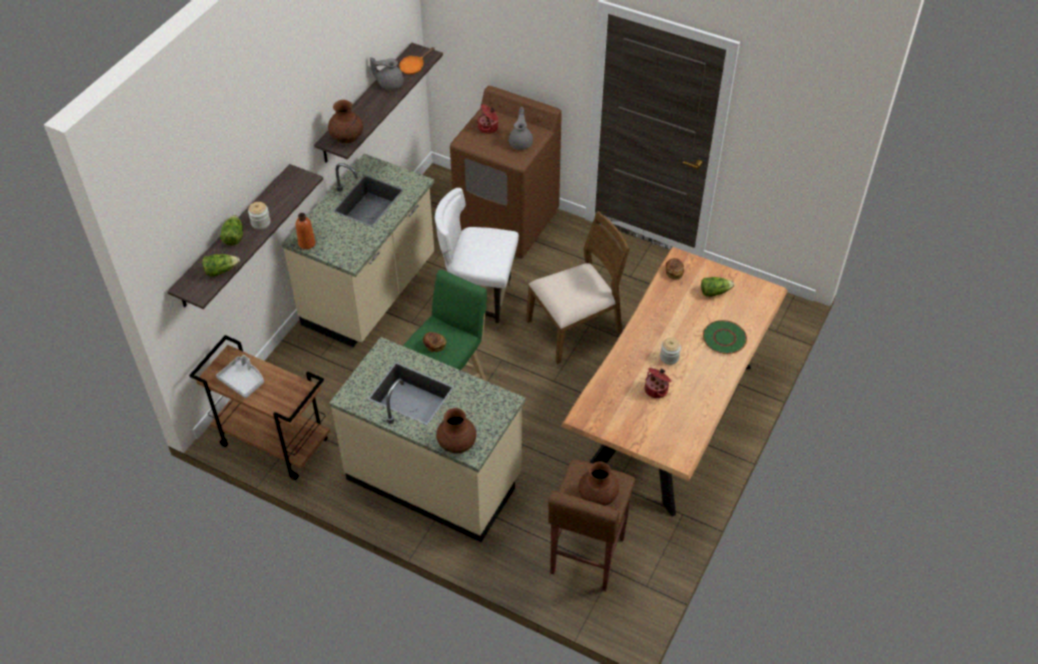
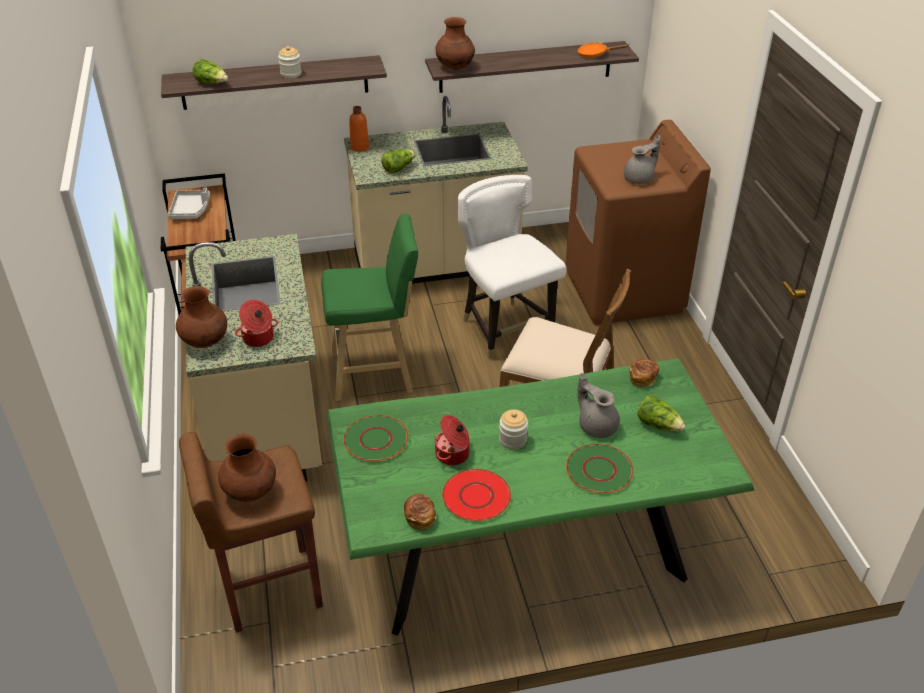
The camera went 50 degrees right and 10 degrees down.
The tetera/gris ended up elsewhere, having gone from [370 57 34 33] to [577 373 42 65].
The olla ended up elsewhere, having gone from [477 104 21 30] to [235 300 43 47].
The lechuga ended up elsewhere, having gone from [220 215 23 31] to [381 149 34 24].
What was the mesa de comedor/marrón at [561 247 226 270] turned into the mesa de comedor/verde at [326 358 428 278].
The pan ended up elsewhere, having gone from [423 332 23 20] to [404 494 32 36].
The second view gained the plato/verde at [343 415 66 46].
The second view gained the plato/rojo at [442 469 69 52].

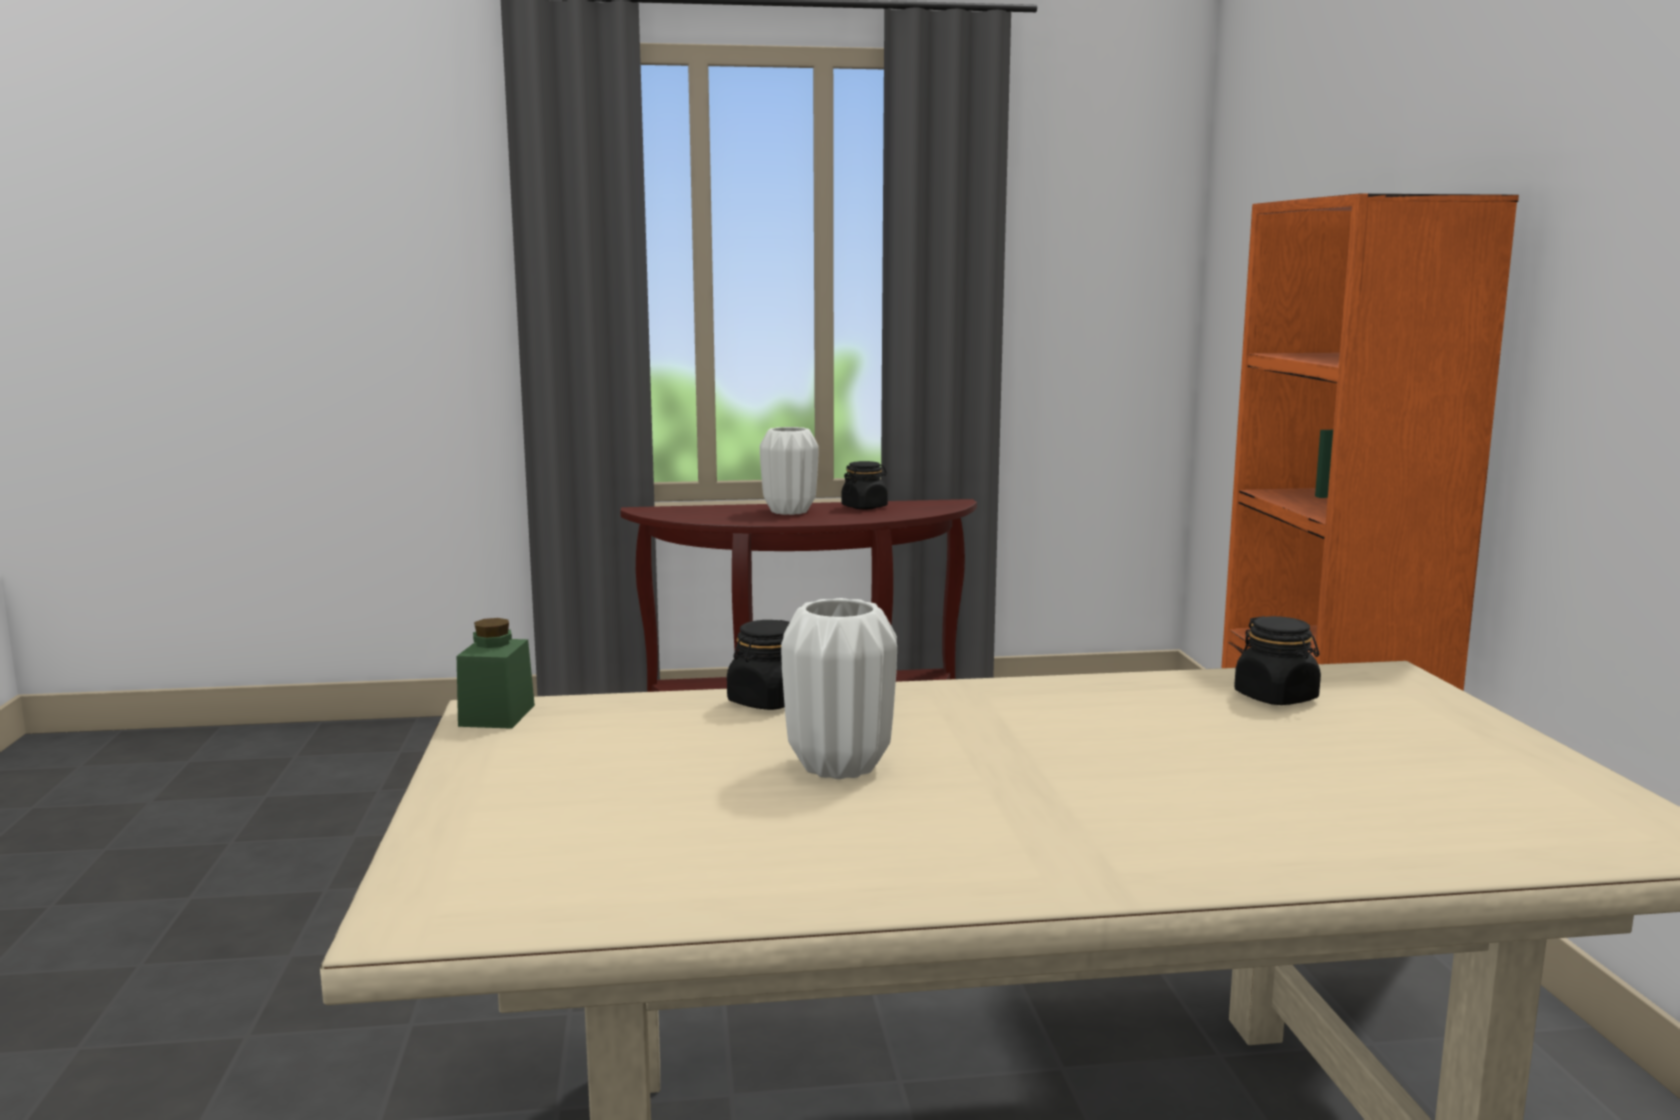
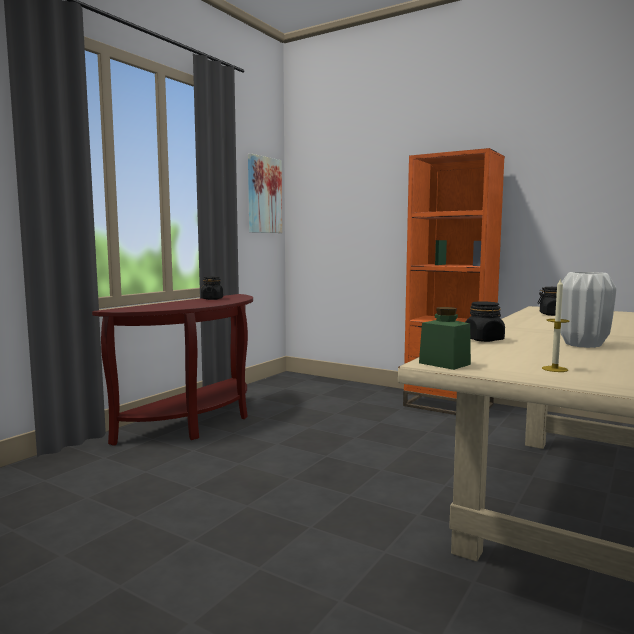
The camera went 50 degrees left and 5 degrees down.
The second view lost the florero/blanco at [760 427 59 88].
The second view gained the cuadro at [248 154 34 79].
The second view gained the vela at [542 278 27 94].

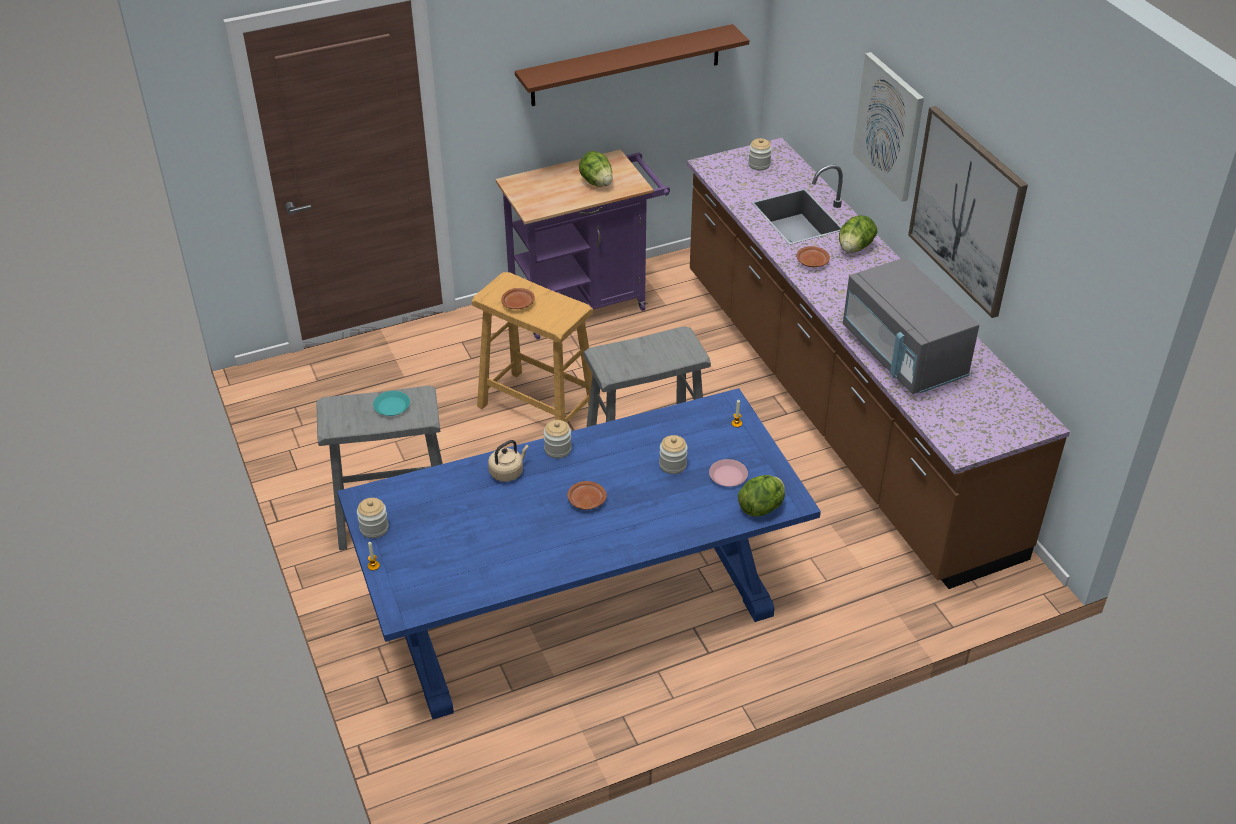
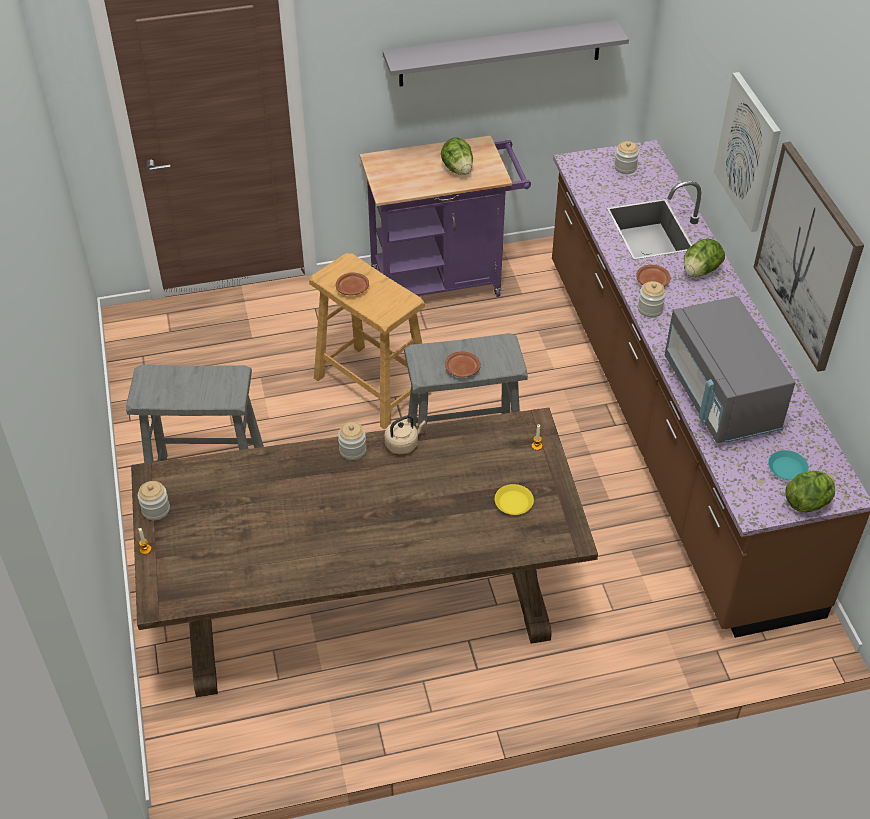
The camera went 10 degrees right and 5 degrees up.
What was the estante/marrón at [515 24 234 82] turned into the estante/gris at [383 20 246 66].
What was the mesa de comedor/azul at [337 388 484 331] turned into the mesa de comedor/marrón at [131 407 467 290].
The plato/turquesa ended up elsewhere, having gone from [373 391 37 25] to [768 450 41 31].
The tarro ended up elsewhere, having gone from [659 435 29 39] to [638 281 28 37].
The hervidor/beis ended up elsewhere, having gone from [488 440 41 42] to [384 415 42 39].
What was the plato/rosa at [709 459 39 28] turned into the plato/amarillo at [495 484 39 31].
The lechuga ended up elsewhere, having gone from [738 475 47 42] to [786 471 49 41].
The plato/marrón ended up elsewhere, having gone from [567 481 40 29] to [445 351 36 26].

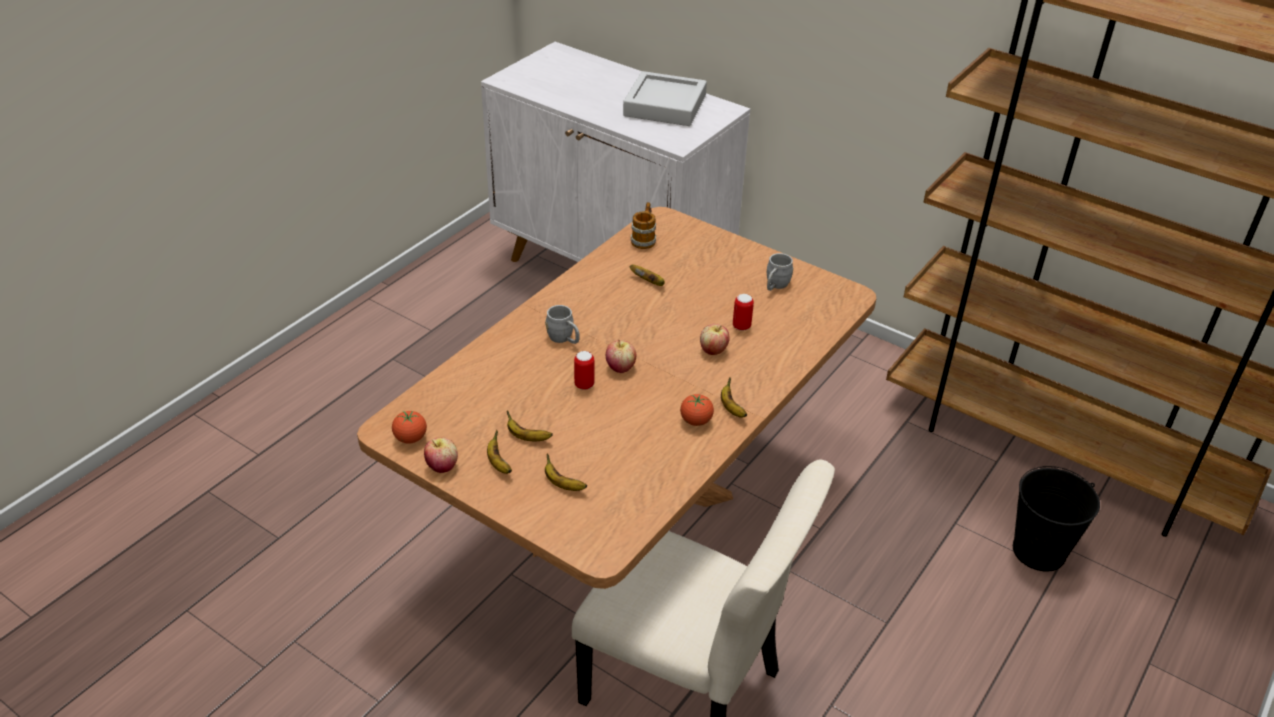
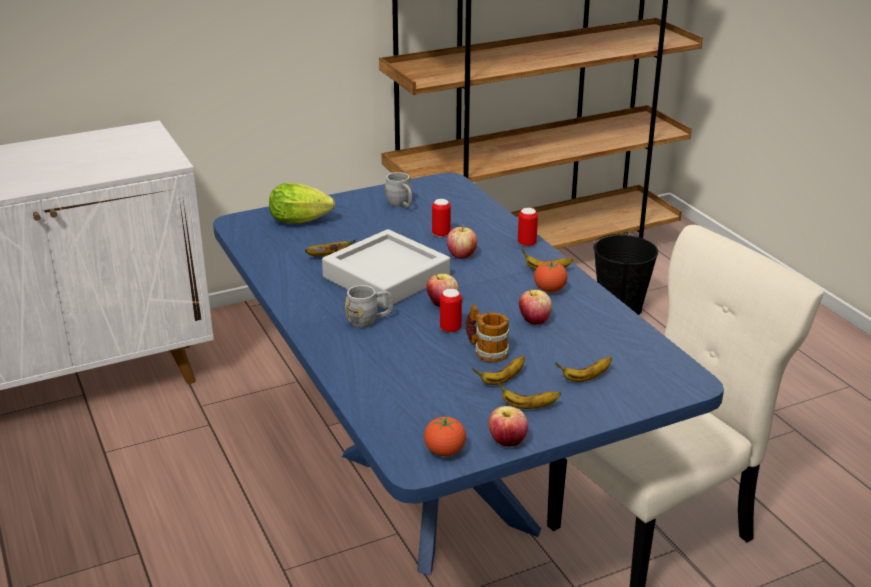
The camera went 60 degrees left and 10 degrees down.
The bandeja/gris ended up elsewhere, having gone from [623 71 84 55] to [322 229 128 80].
The taza grande ended up elsewhere, having gone from [631 202 25 47] to [465 305 44 58].
What was the mesa de comedor/marrón at [357 207 519 382] turned into the mesa de comedor/azul at [213 172 511 404].
The second view gained the lechuga at [269 183 66 40].
The second view gained the lata at [518 208 20 39].
The second view gained the manzana at [519 289 33 36].

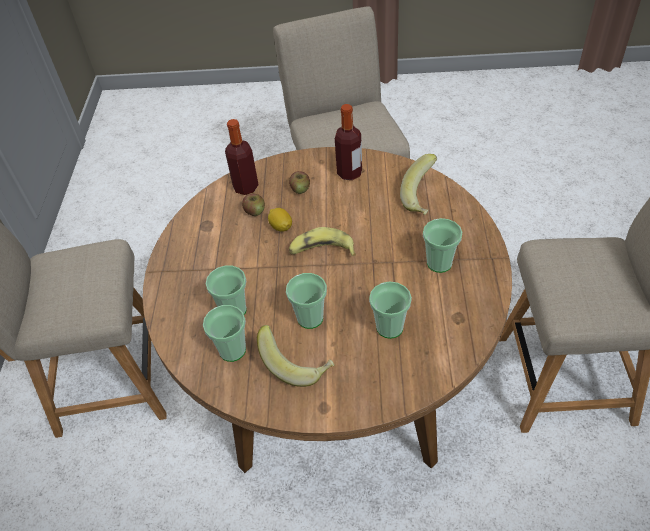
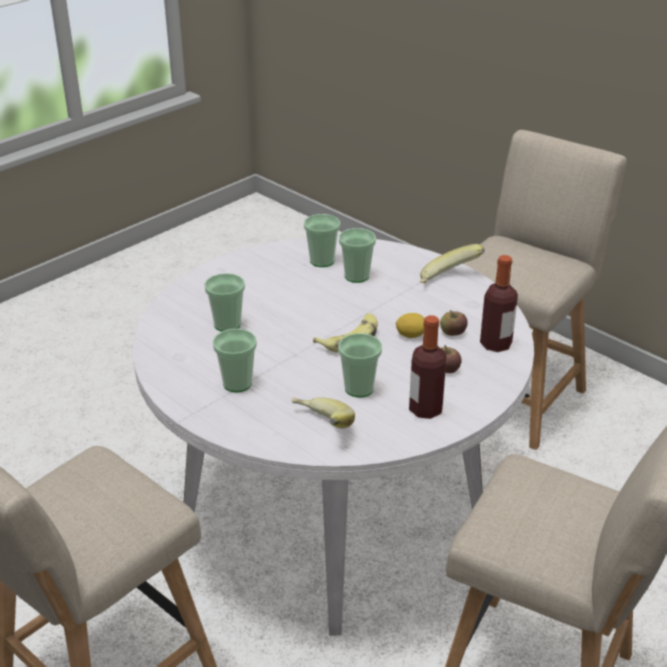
The camera went 130 degrees right and 15 degrees down.
What was the mesa de comedor/marrón at [143 147 369 326] turned into the mesa de comedor/blanco at [133 236 401 399].
The taza ended up elsewhere, having gone from [286 273 41 56] to [338 333 44 65].
The plátano ended up elsewhere, having gone from [257 325 78 62] to [420 244 65 39].

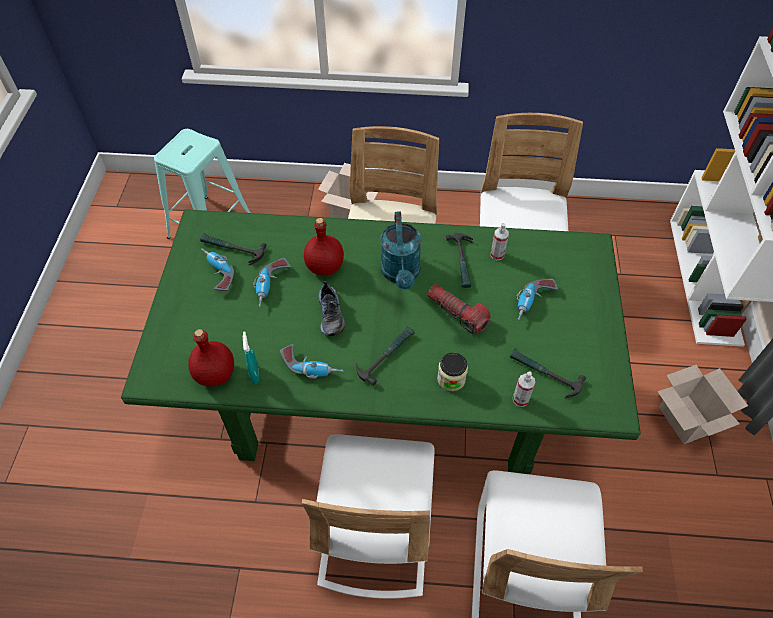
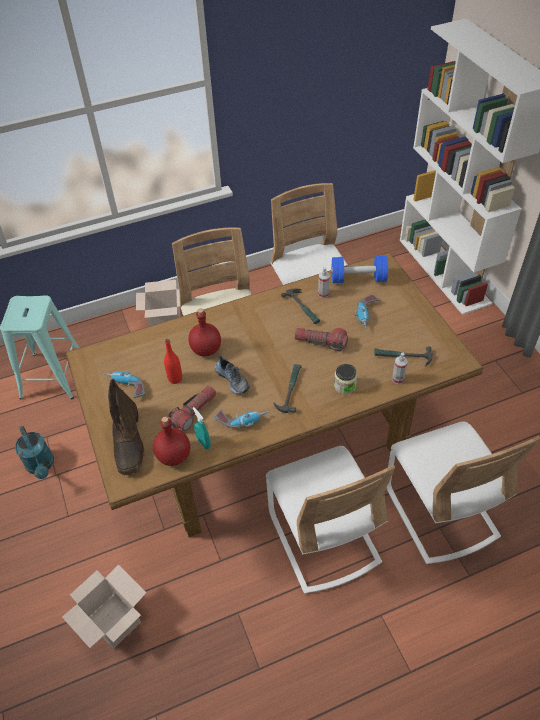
The camera went 25 degrees left and 5 degrees down.
What was the mesa de comedor/verde at [121 209 520 265] turned into the mesa de comedor/marrón at [65 252 418 285].
The regadera/turquesa ended up elsewhere, having gone from [380 211 41 79] to [15 426 39 53].
The second view lost the martillo at [200 233 67 32].
Where the taladro stood at [253 258 38 49], the botella/rojo came to stand at [164 339 18 45].
The caja de cartón ended up elsewhere, having gone from [657 365 91 79] to [62 565 84 84].
The second view gained the mancuerna/azul at [331 256 57 27].
The second view gained the bota/marrón at [108 379 36 96].
The second view gained the linterna at [168 386 48 45].

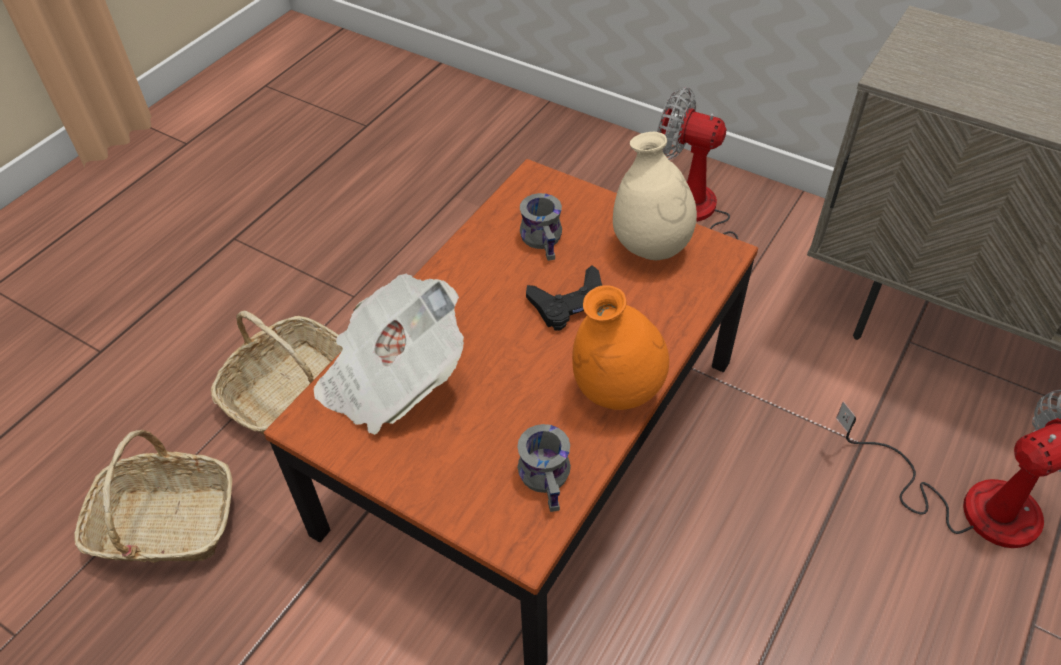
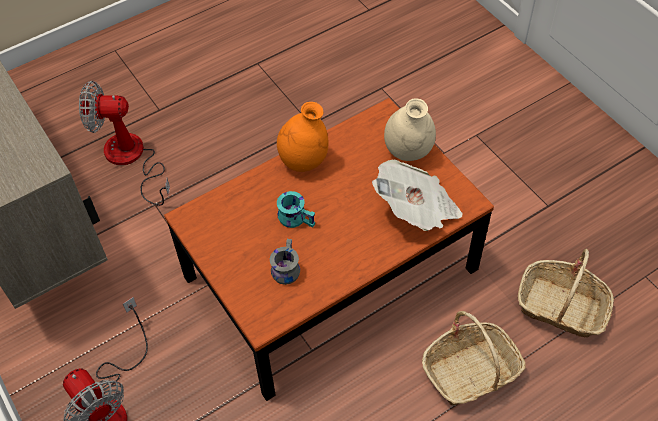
The camera went 155 degrees left and 5 degrees up.
The florero/beis ended up elsewhere, having gone from [613 132 84 128] to [384 98 52 63].
Where the mando de consola/negro stood at [526 265 77 65], the taza grande/turquesa came to stand at [277 191 38 37].
The second view lost the taza grande/gris at [517 424 54 88].

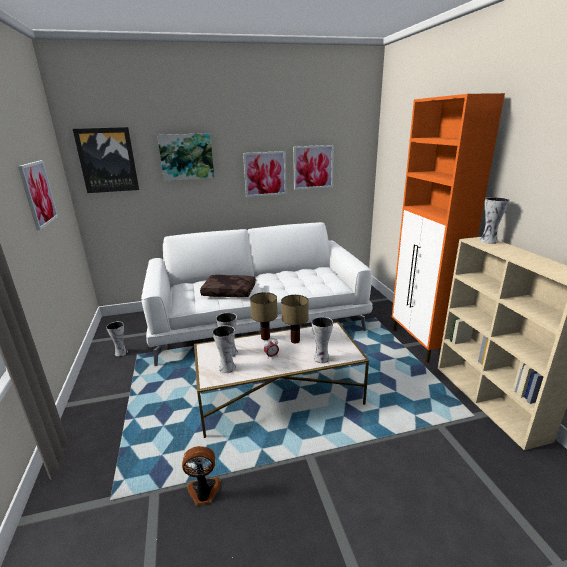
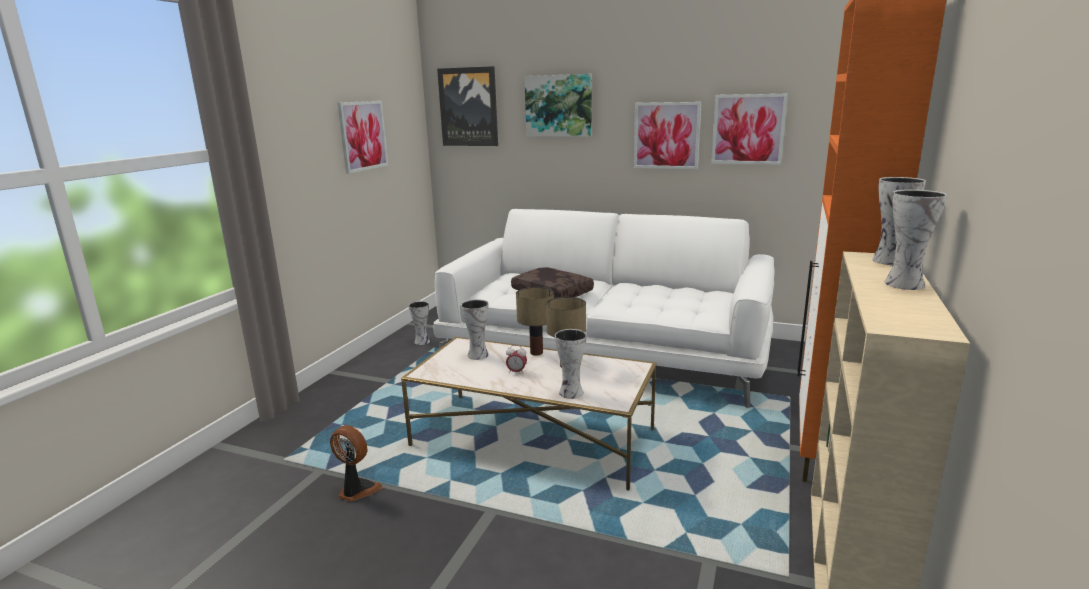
The camera went 35 degrees right and 5 degrees down.
The florero ended up elsewhere, having gone from [212 325 24 48] to [885 189 62 101].

